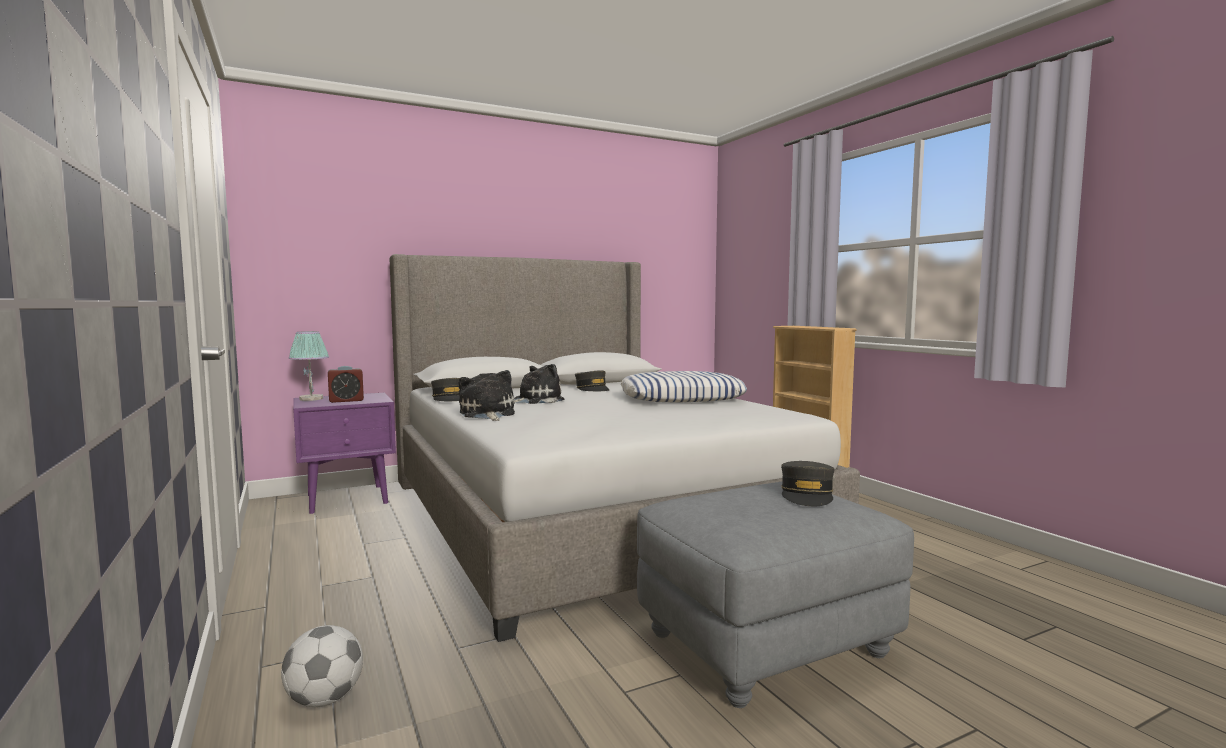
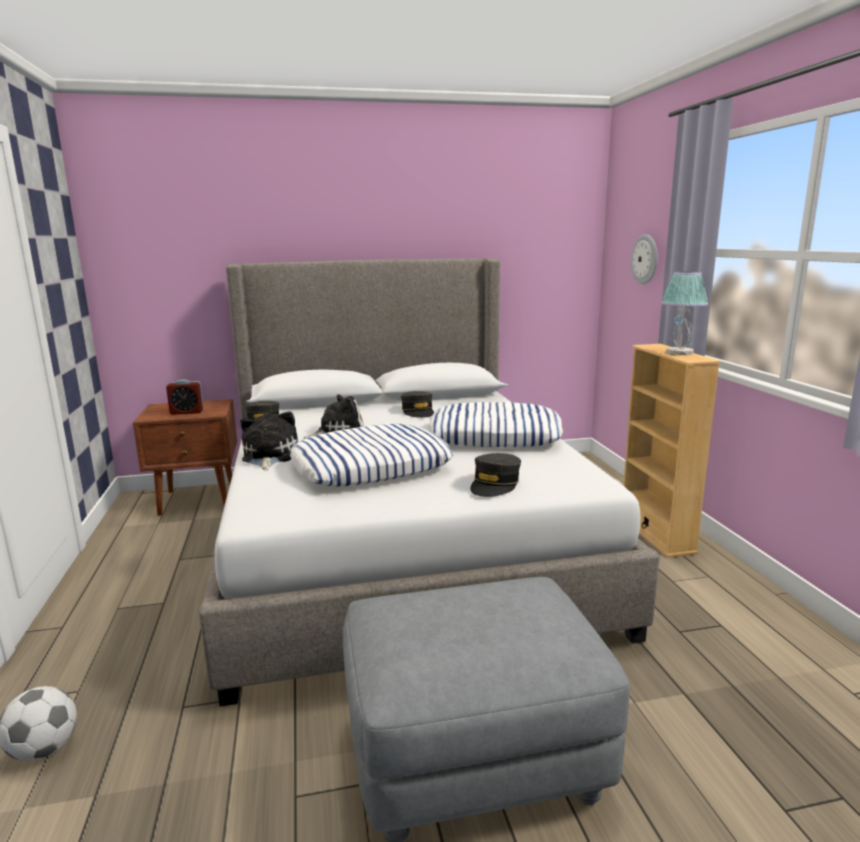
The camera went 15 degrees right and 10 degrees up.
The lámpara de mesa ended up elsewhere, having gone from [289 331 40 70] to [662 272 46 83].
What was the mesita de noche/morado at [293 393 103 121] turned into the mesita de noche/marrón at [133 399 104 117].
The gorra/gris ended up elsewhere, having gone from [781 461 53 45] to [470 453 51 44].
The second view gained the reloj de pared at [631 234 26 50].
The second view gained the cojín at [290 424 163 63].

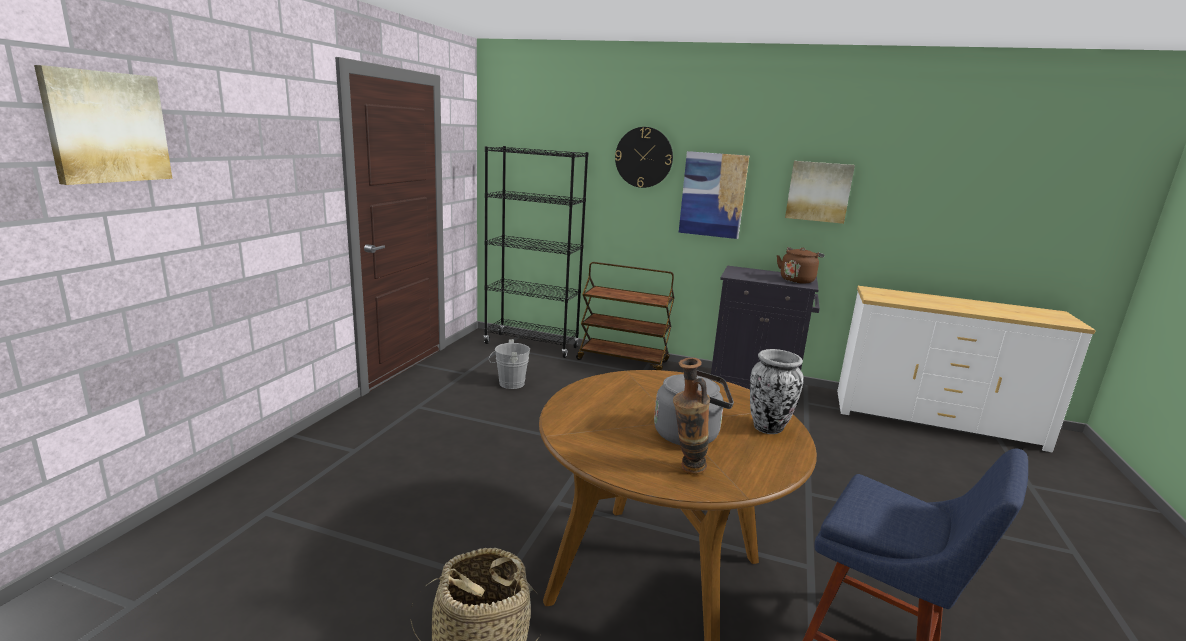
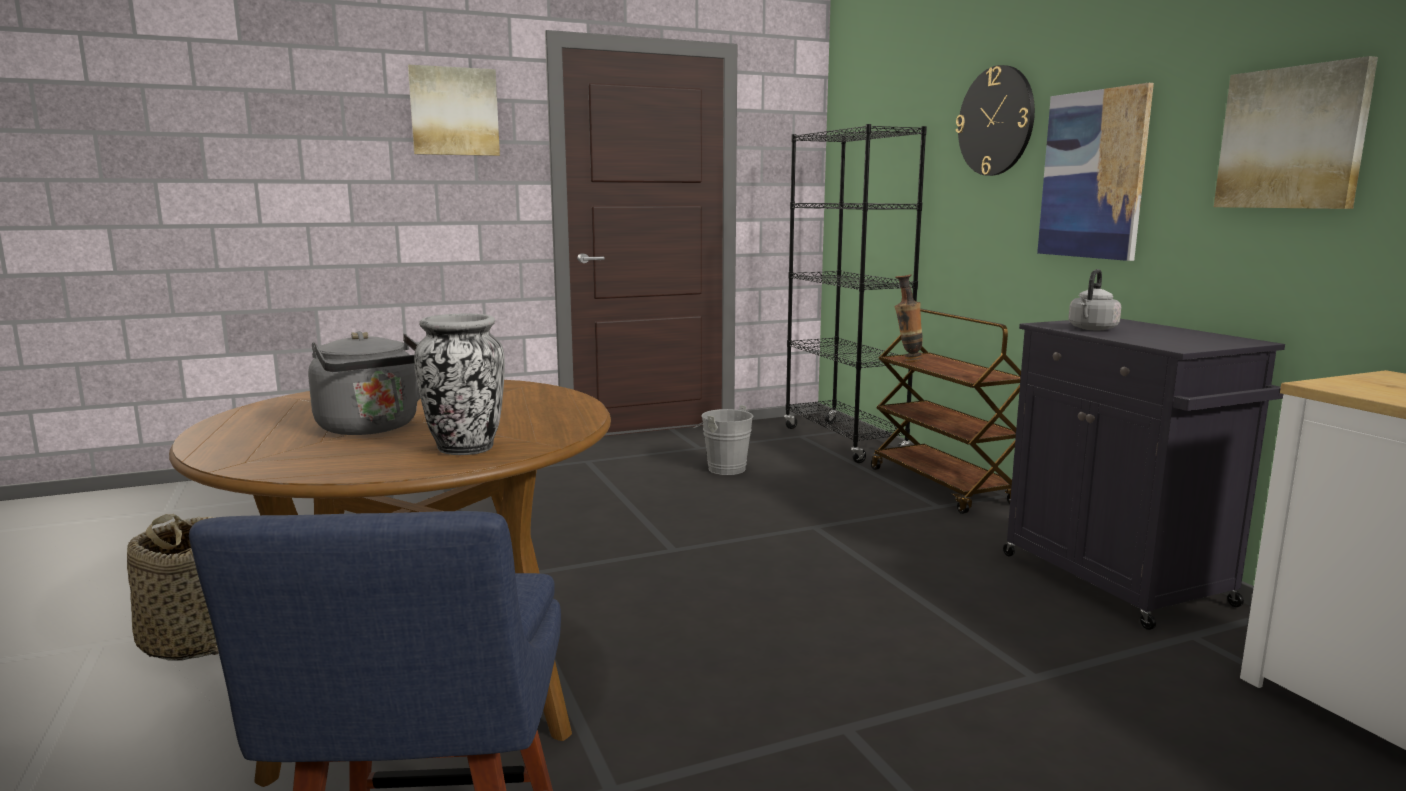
The camera went 50 degrees right and 5 degrees down.
The cuadro ended up elsewhere, having gone from [34 65 138 120] to [408 65 92 91].
The second view lost the hervidor/marrón at [777 247 48 36].
The florero ended up elsewhere, having gone from [673 358 37 117] to [894 274 30 88].
The second view gained the hervidor/gris at [1068 269 53 61].

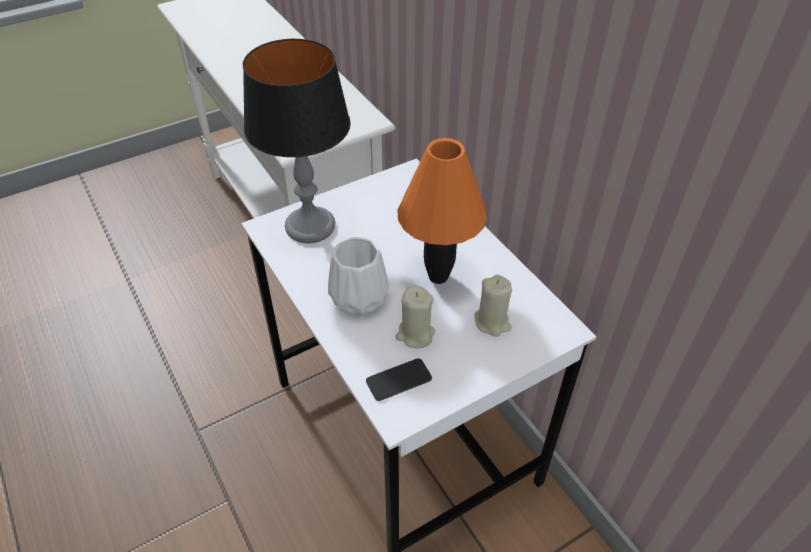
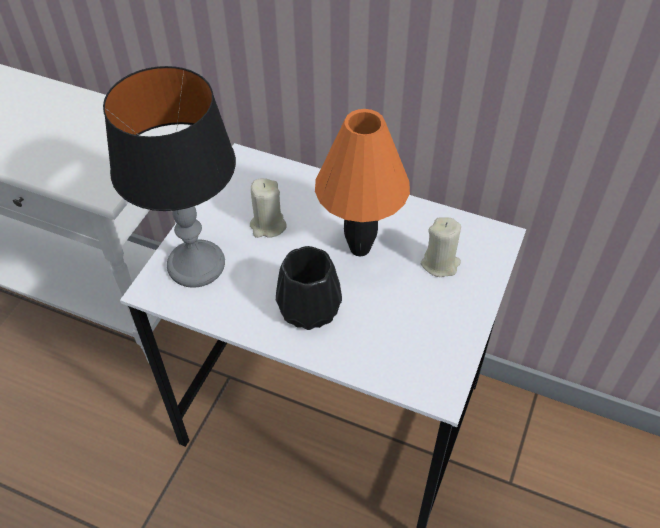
The camera went 35 degrees left and 5 degrees up.
What was the florero/blanco at [328 237 61 79] turned into the florero/negro at [276 246 66 84].
The vela/beis ended up elsewhere, having gone from [395 285 40 63] to [250 178 37 60].
The second view lost the móvil at [366 358 66 43].

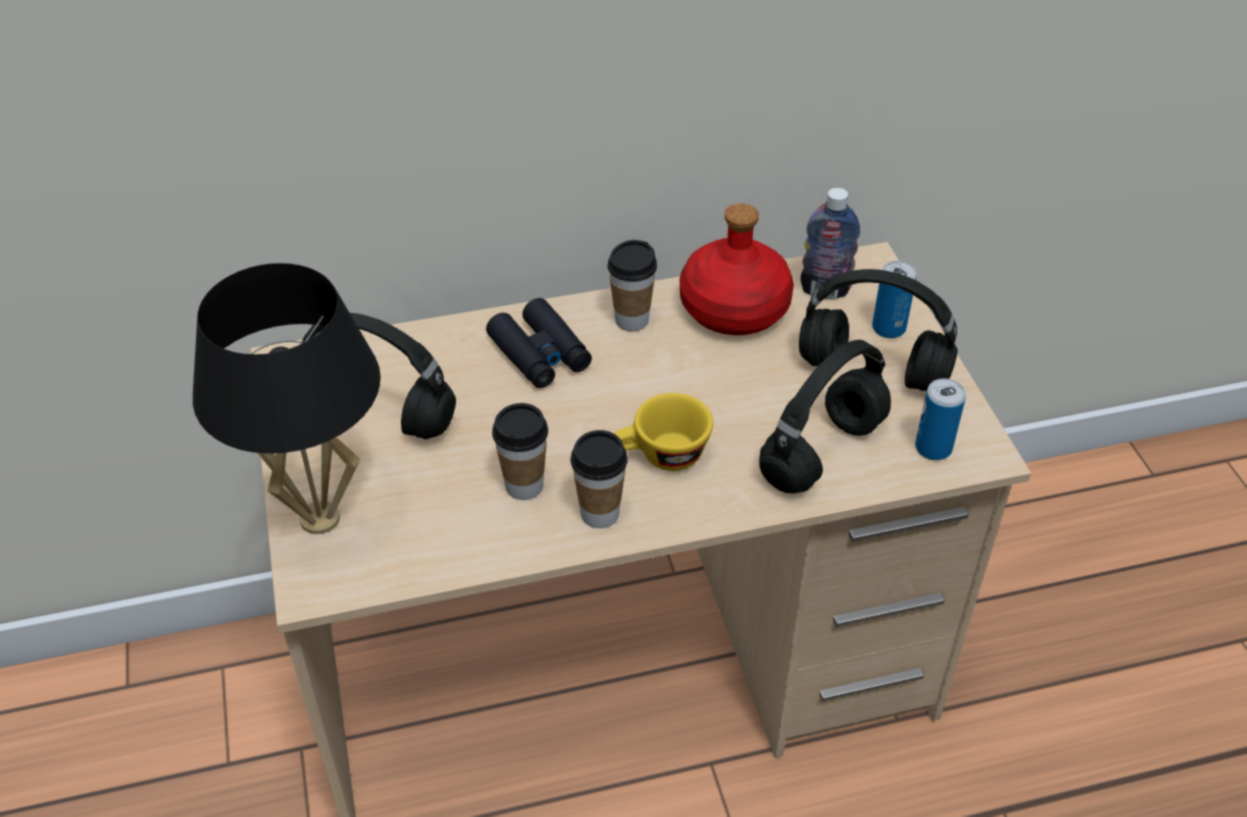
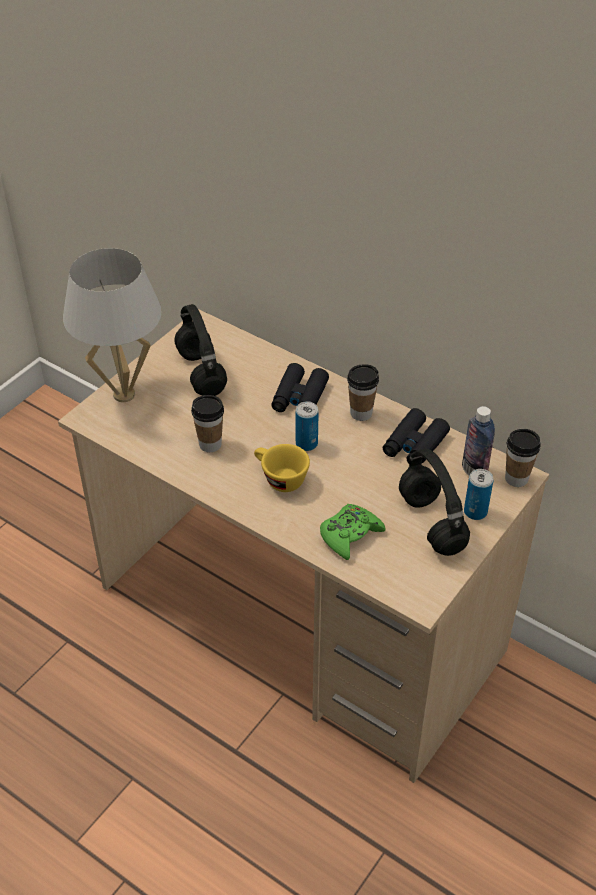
The camera went 50 degrees right and 0 degrees up.
Where the botella/rojo stood at [680 203 114 132], the prismáticos/negro came to stand at [383 408 67 56].
What was the lámpara de mesa/negro at [193 263 188 271] turned into the lámpara de mesa/blanco at [63 248 99 154].
Where the auriculares/negro stood at [759 340 132 154], the mando de consola/verde came to stand at [320 504 66 56].
The lata ended up elsewhere, having gone from [915 378 51 82] to [296 401 23 50].
The taza ended up elsewhere, having gone from [570 430 58 98] to [505 429 36 58].

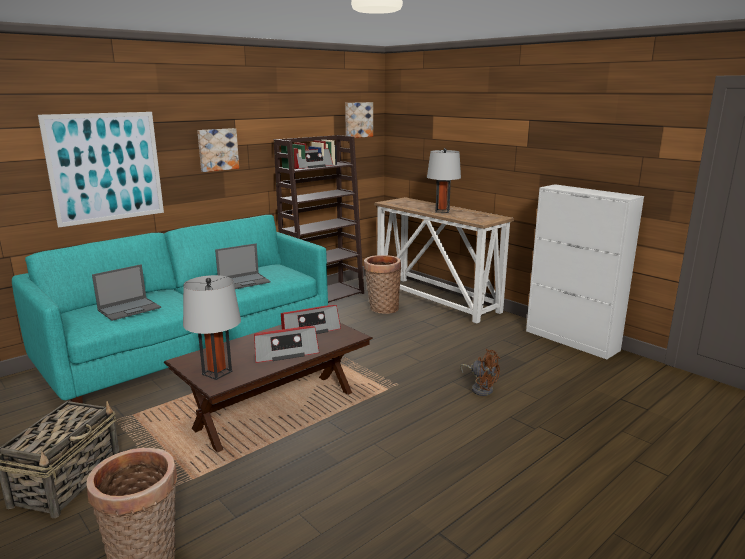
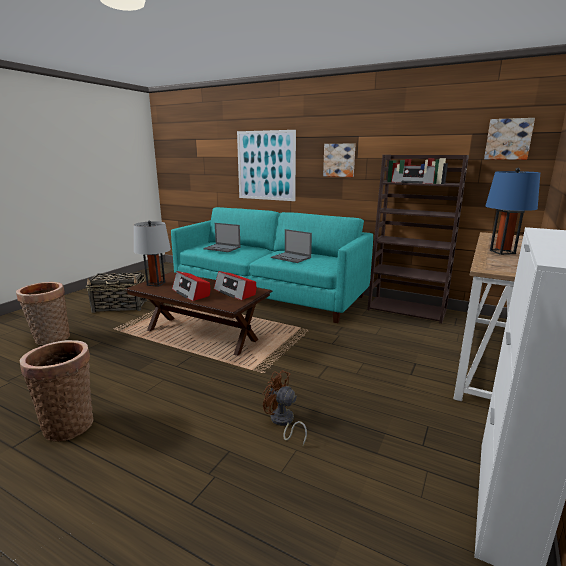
The camera went 70 degrees right and 0 degrees up.
What was the lámpara de mesa/gris at [427 148 34 65] turned into the lámpara de mesa/azul at [486 168 54 87].
The cesta ended up elsewhere, having gone from [364 255 37 59] to [20 340 74 102].
The ventilador/marrón at [460 349 40 47] ended up facing another way, 105 degrees clockwise from before.

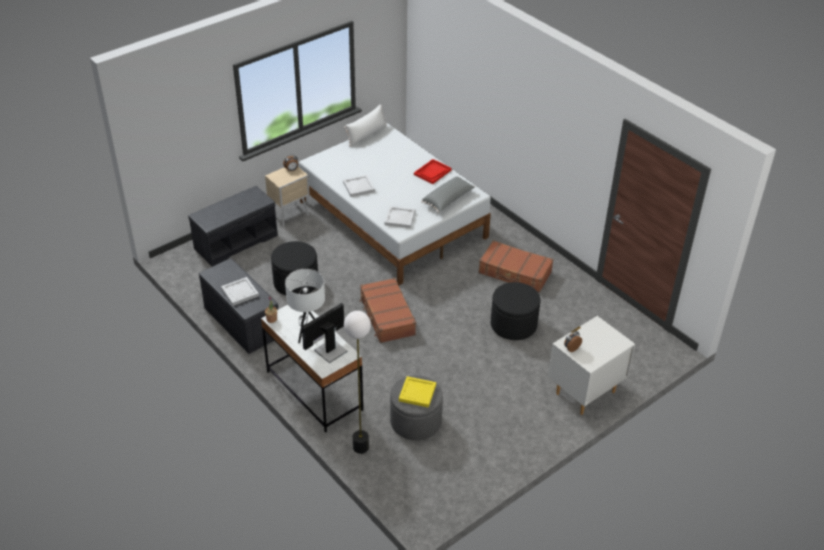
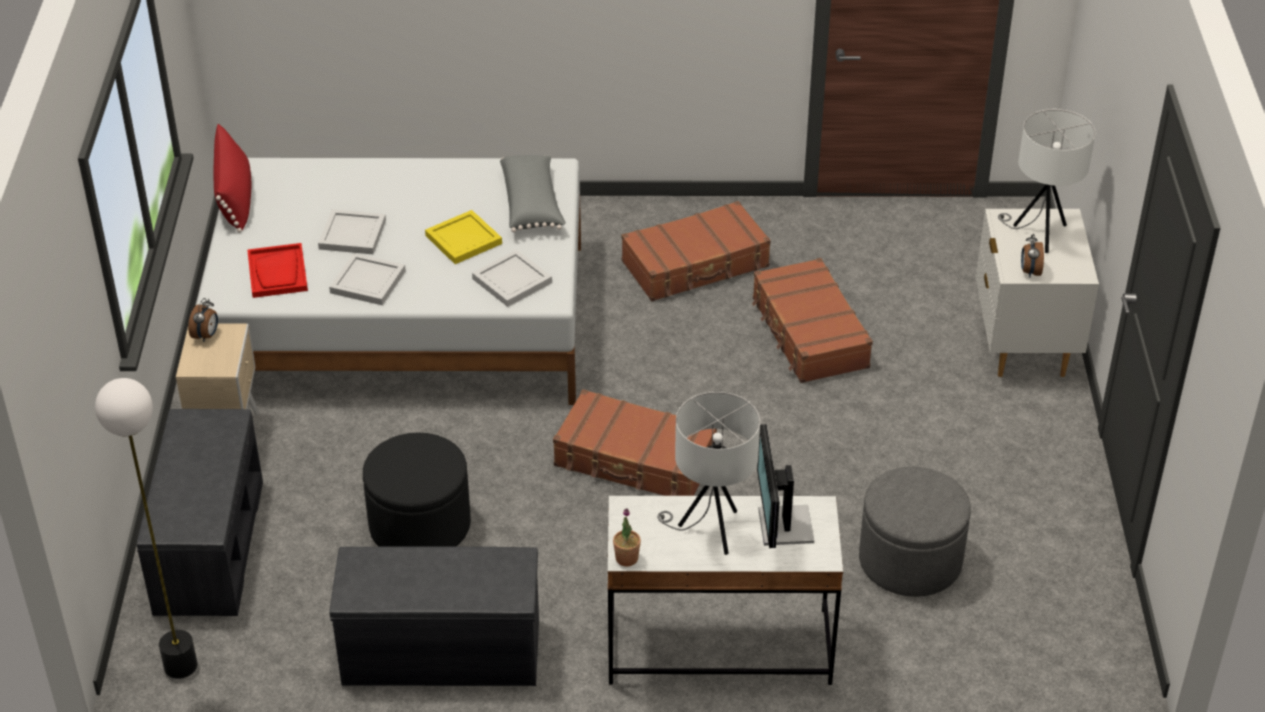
The camera went 50 degrees left and 0 degrees up.
What was the cojín/blanco at [344 104 43 42] turned into the cojín/rojo at [213 124 38 109].
The bandeja/rojo ended up elsewhere, having gone from [414 159 38 25] to [247 243 61 55].
The bandeja/blanco ended up elsewhere, having gone from [221 277 38 29] to [318 209 68 45].
Where the puf/negro stood at [491 282 49 58], the maleta/marrón came to stand at [752 258 121 125].
The lámpara de pie ended up elsewhere, having gone from [344 311 27 143] to [95 378 102 301].
The bandeja/amarillo ended up elsewhere, having gone from [399 376 37 32] to [425 210 77 54].
The second view gained the lámpara de mesa/blanco at [998 109 97 144].

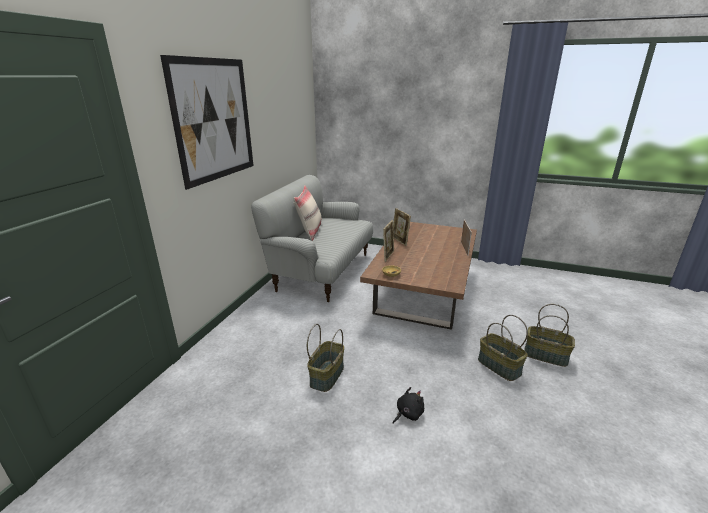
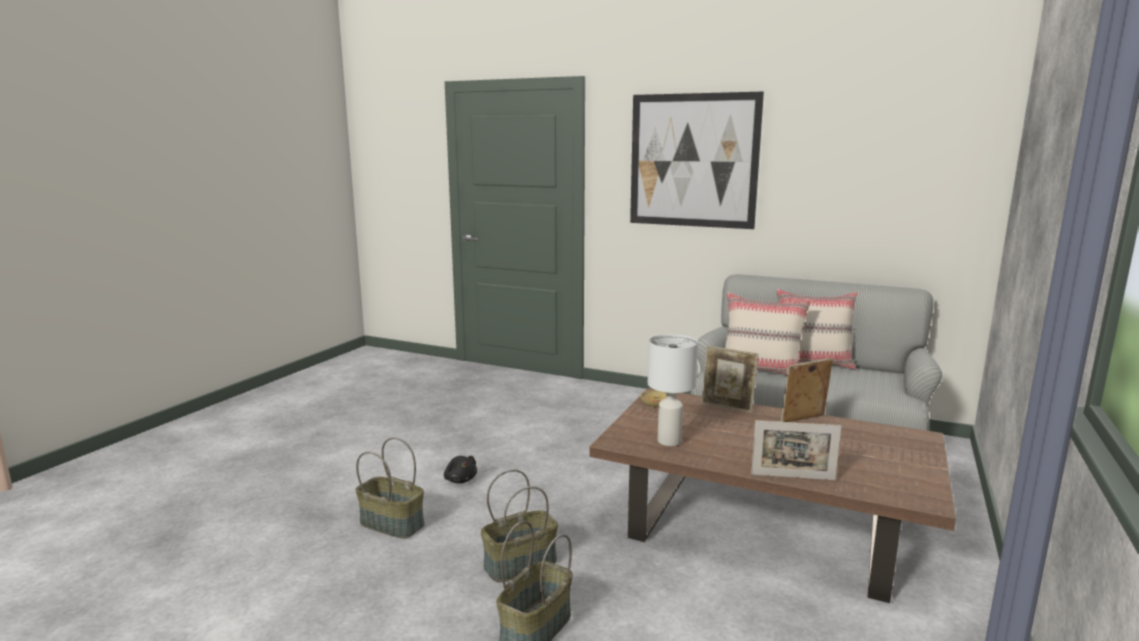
The camera went 95 degrees right and 10 degrees down.
The cesta ended up elsewhere, having gone from [307 324 37 68] to [355 437 70 102].
The second view gained the cojín/beis at [725 292 86 83].
The second view gained the lámpara de mesa/blanco at [648 334 50 112].

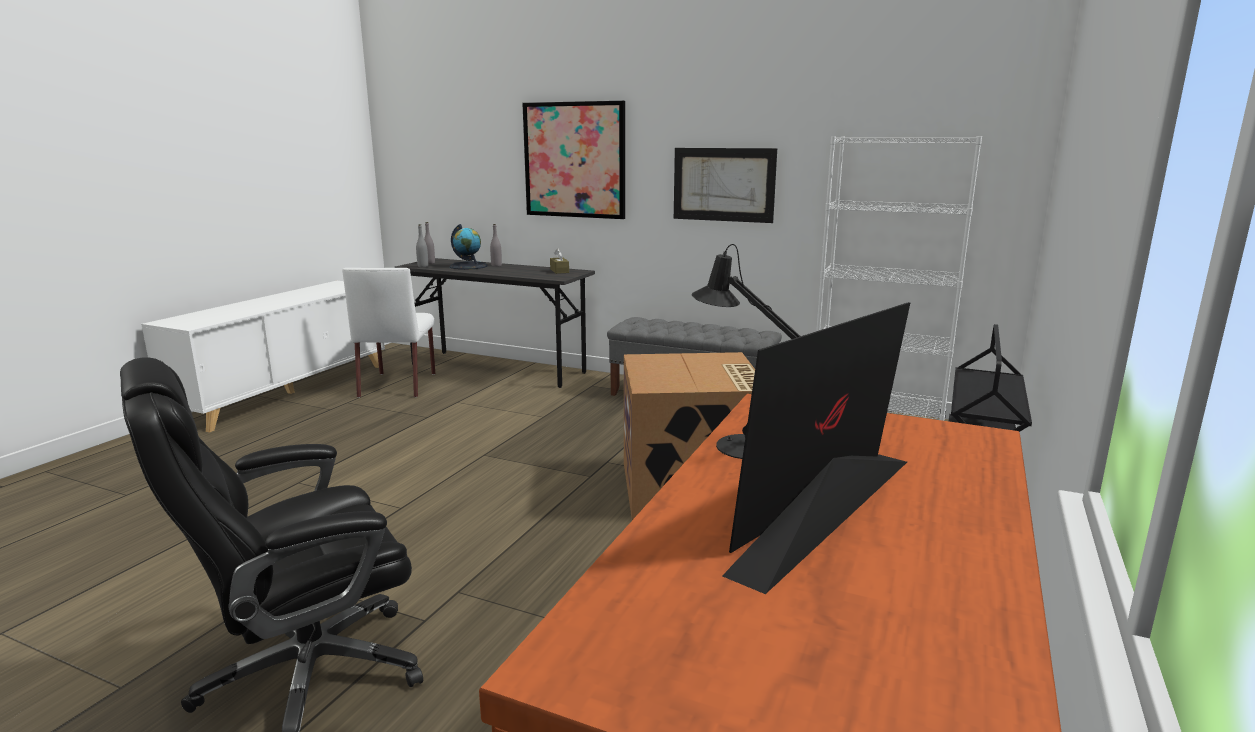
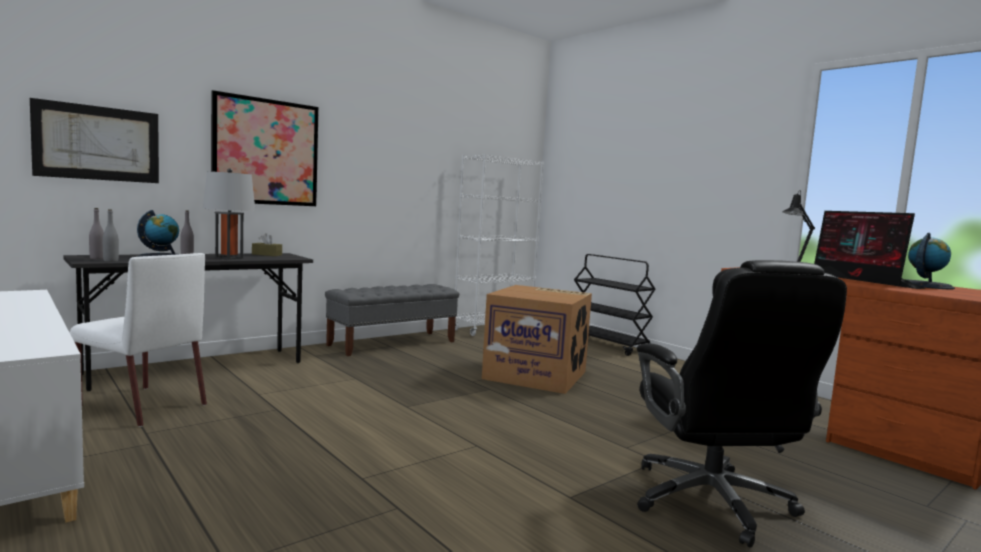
The camera went 65 degrees left and 10 degrees down.
The cuadro ended up elsewhere, having gone from [674 148 103 75] to [30 98 129 85].
The second view gained the lámpara de mesa/gris at [203 168 53 92].
The second view gained the globo terráqueo at [907 233 48 56].

